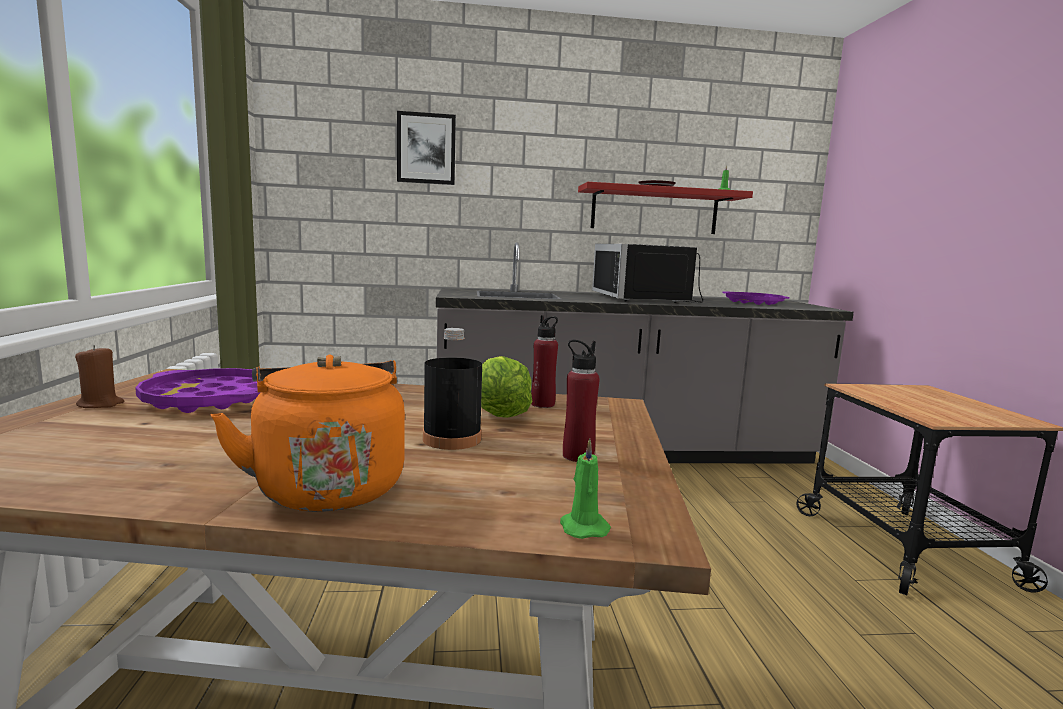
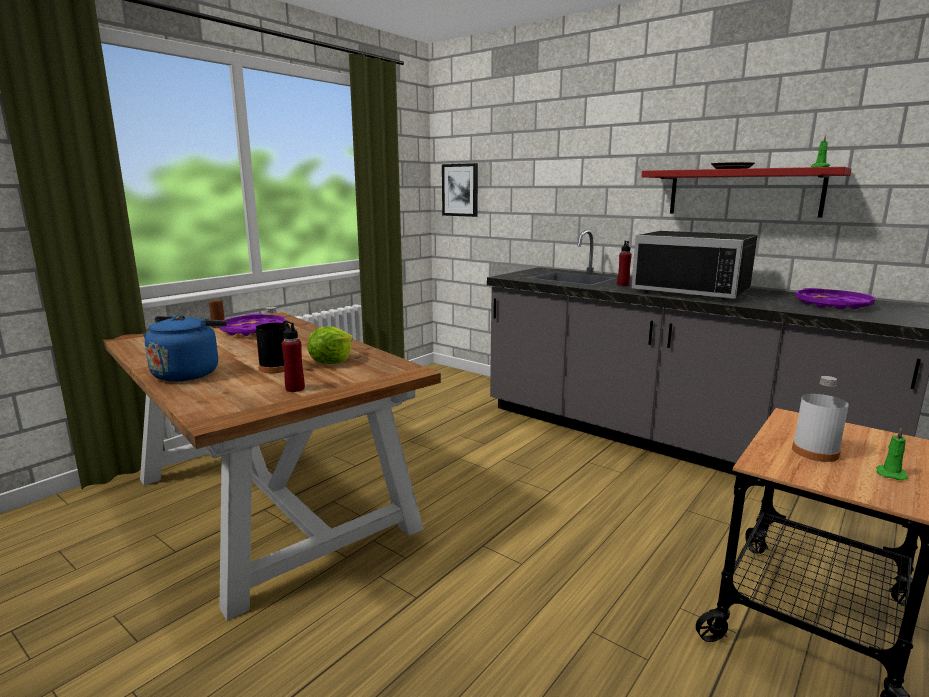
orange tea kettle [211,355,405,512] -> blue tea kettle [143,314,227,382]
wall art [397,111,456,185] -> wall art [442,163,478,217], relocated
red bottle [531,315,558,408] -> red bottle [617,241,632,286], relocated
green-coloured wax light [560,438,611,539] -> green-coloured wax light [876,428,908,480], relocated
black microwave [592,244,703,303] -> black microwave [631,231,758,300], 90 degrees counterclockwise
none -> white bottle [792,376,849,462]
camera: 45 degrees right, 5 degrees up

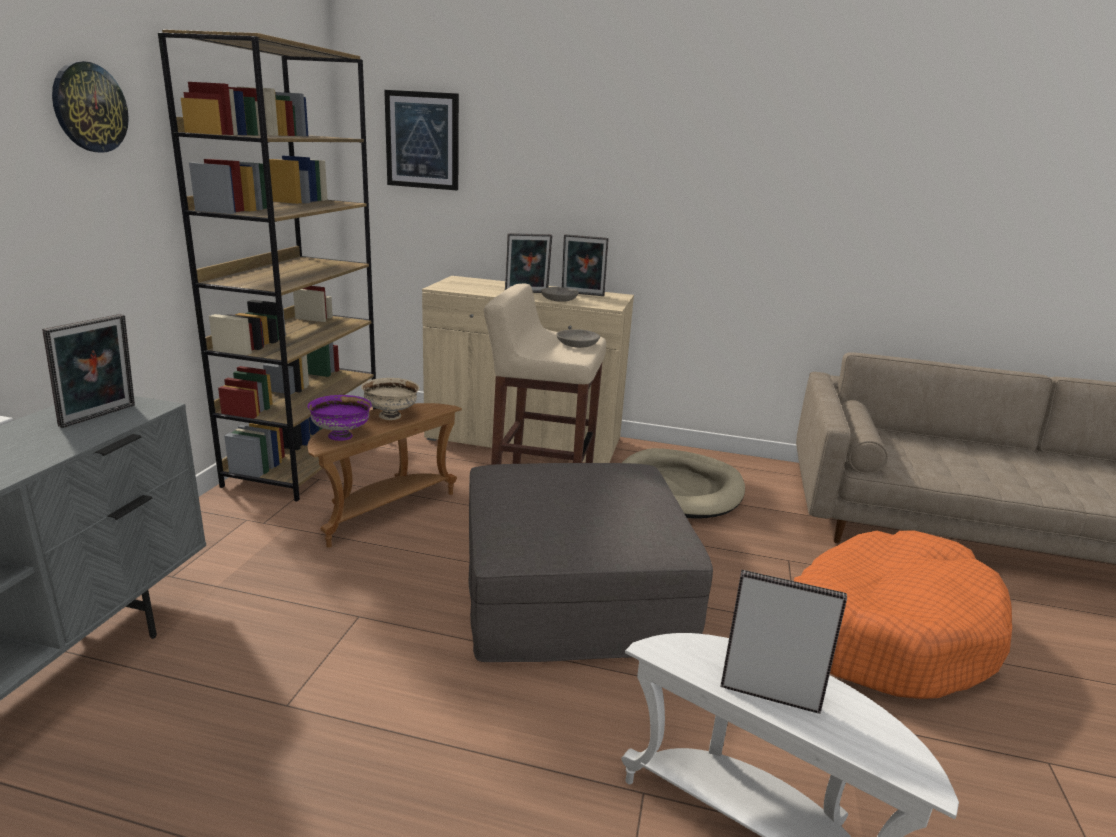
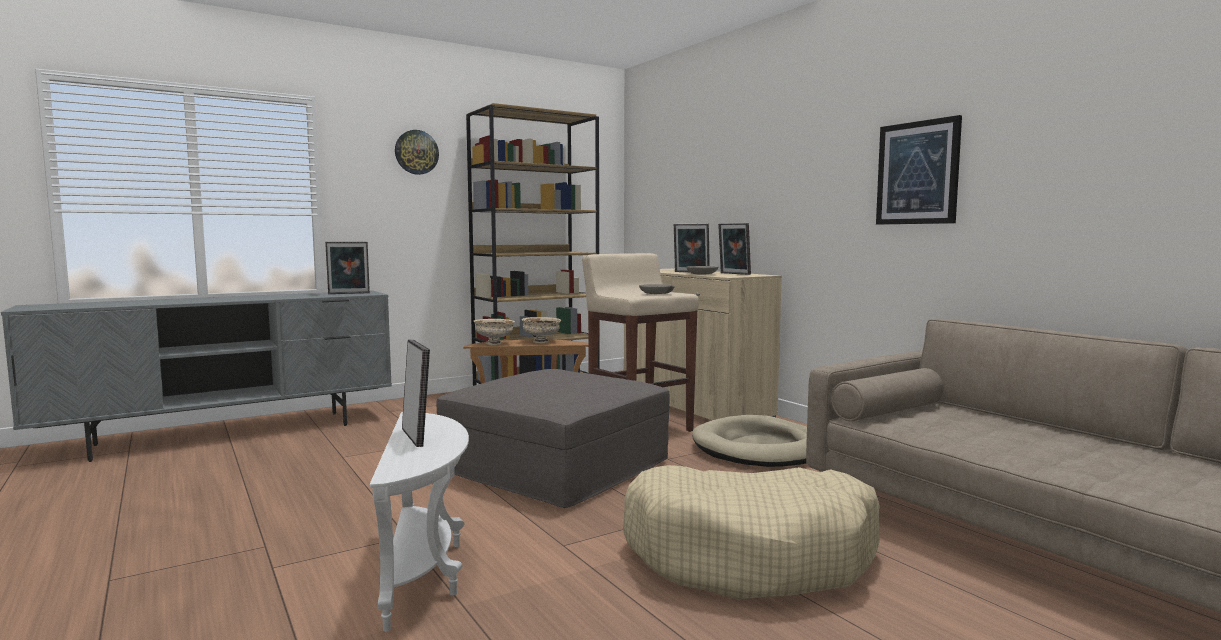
purple bowl [307,395,372,441] -> sand-coloured bowl [474,319,515,345]
wall art [384,90,459,191] -> wall art [876,115,962,225], relocated
orange dog bed [794,530,1012,699] -> sand-coloured dog bed [623,465,880,599]
camera: 45 degrees right, 15 degrees down

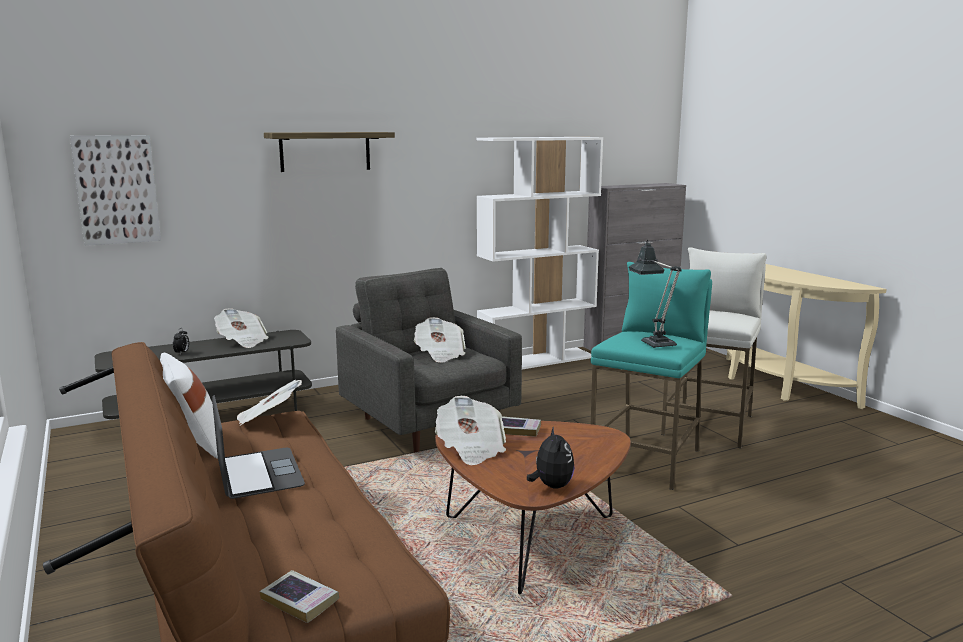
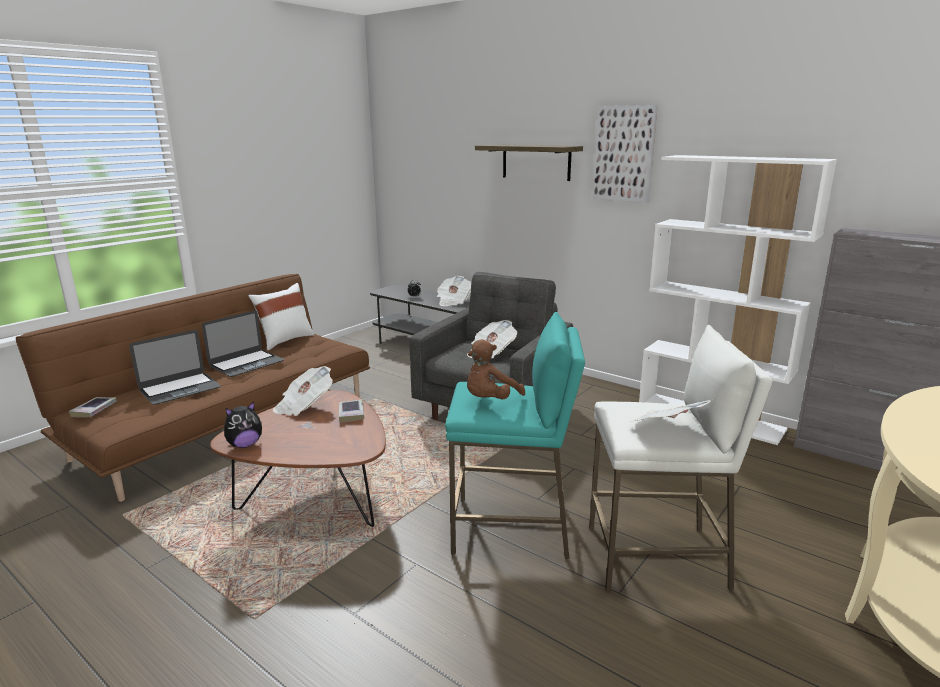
wall art [70,135,161,246] -> wall art [592,105,658,203], relocated
newspaper [237,380,302,426] -> newspaper [630,400,711,422], relocated
table lamp [629,240,681,348] -> brown-coloured cuddly toy [467,339,525,399]
none -> notebook computer [129,330,221,405]
camera: 65 degrees right, 5 degrees up

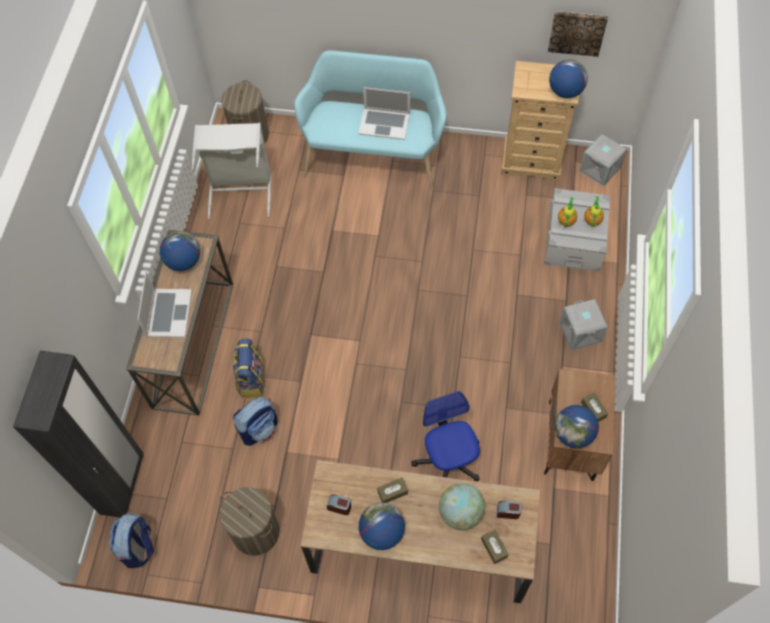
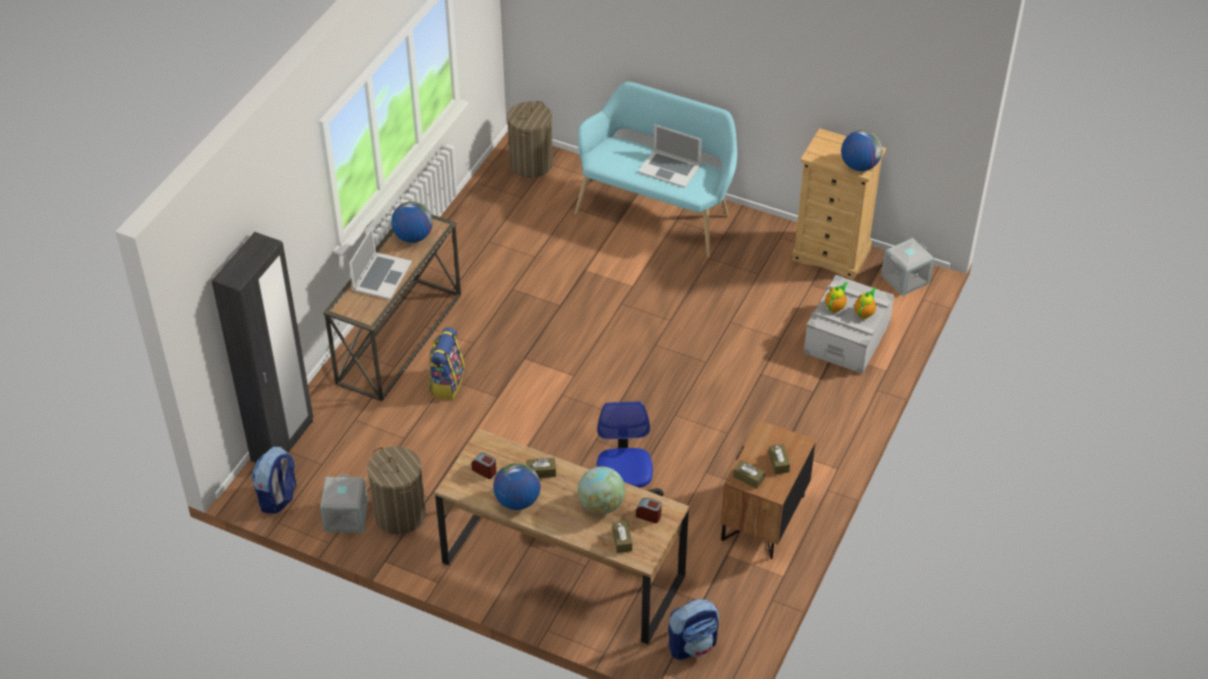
gray washing basket [191,123,271,219] -> none
rucksack [233,397,278,446] -> rucksack [668,599,719,660], relocated
wall art [548,11,608,57] -> none
world globe [555,405,599,448] -> brown-coloured tissue box [733,460,765,489]
gray storage bin [559,299,608,350] -> gray storage bin [320,474,368,533], relocated
camera: 15 degrees right, 15 degrees down

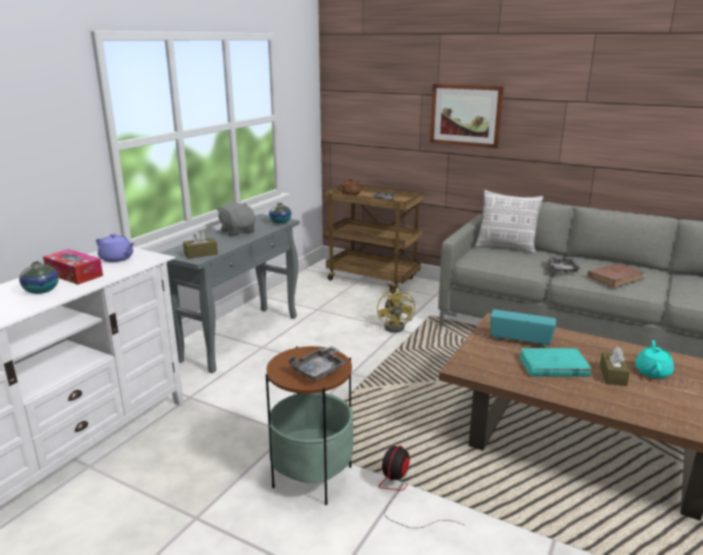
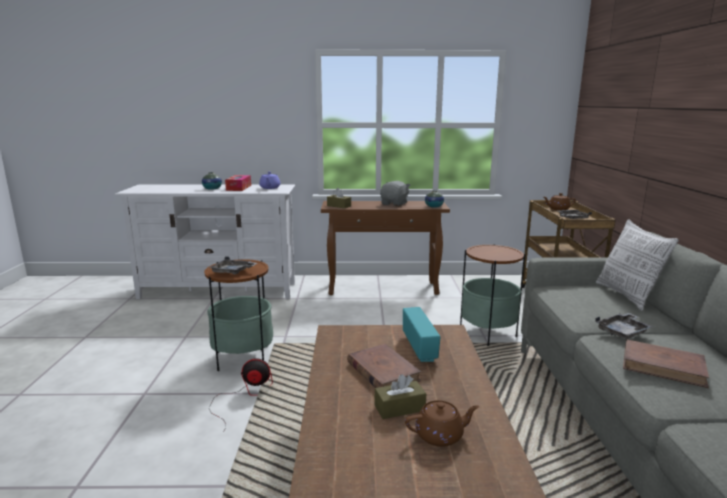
gray narrow table [160,214,300,373] -> brown-coloured narrow table [321,201,450,295]
yellowish electric fan [377,288,415,332] -> end table [460,244,525,346]
wall art [430,84,504,148] -> none
turquoise-coloured bound book [519,348,592,377] -> brown-coloured bound book [347,344,421,388]
turquoise-coloured tea pot [635,340,674,378] -> brown-coloured tea pot [405,400,479,447]
camera: 60 degrees right, 5 degrees down

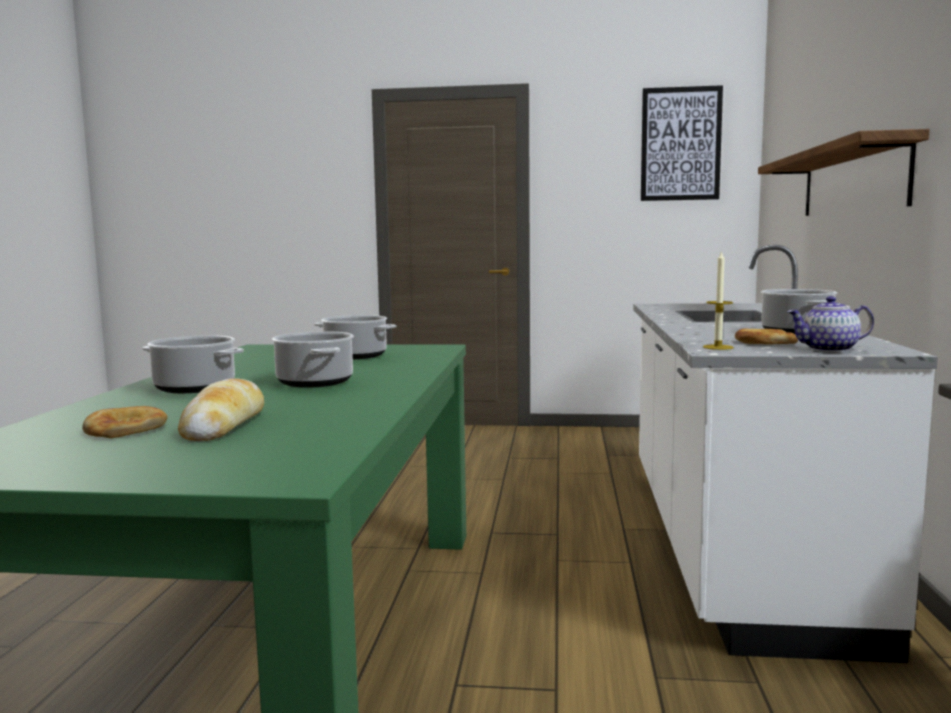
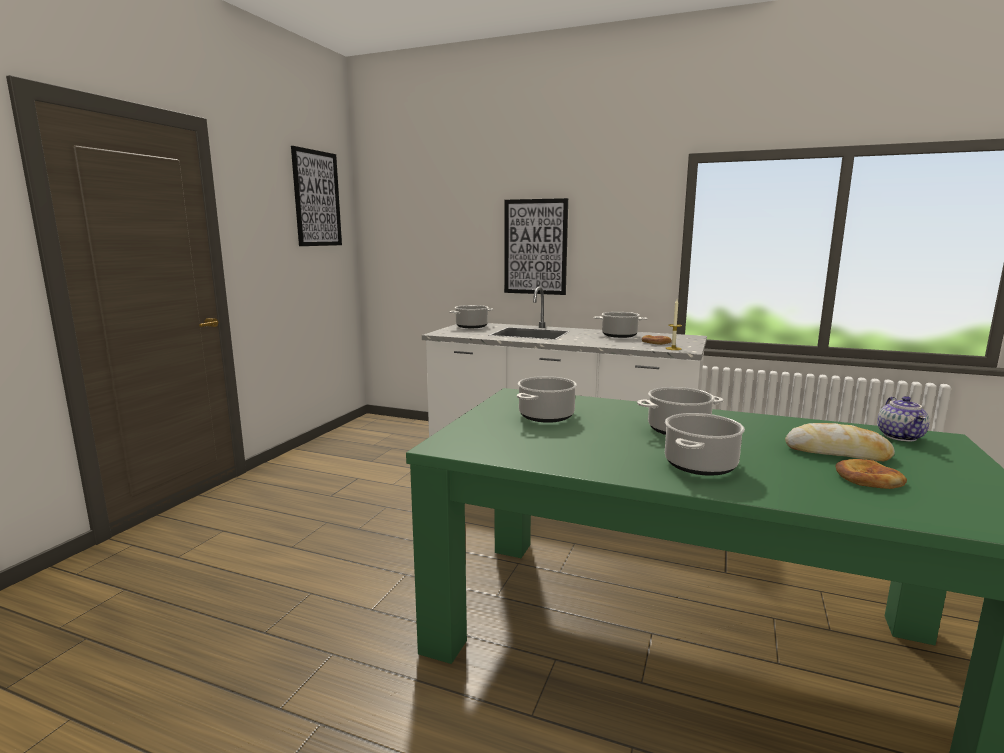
wall shelf [758,129,929,216] -> wall art [504,198,568,295]
tea pot [787,296,874,352] -> tea pot [877,396,929,441], relocated
none -> saucepot [449,305,493,328]
camera: 75 degrees left, 5 degrees up

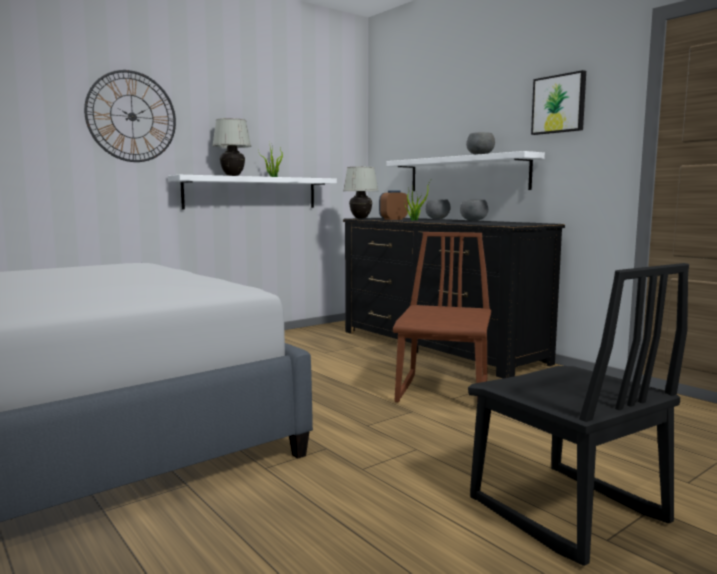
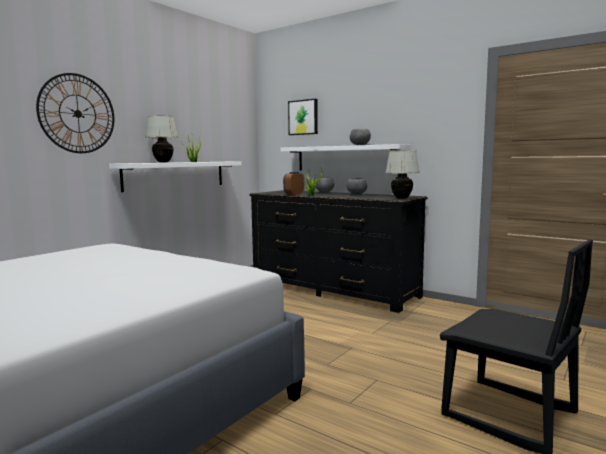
white table lamp [343,167,378,219] -> white table lamp [385,150,420,199], relocated
brown-coloured chair [393,232,491,402] -> none
wall art [531,70,586,135] -> wall art [288,99,318,135], relocated
camera: 15 degrees left, 0 degrees up

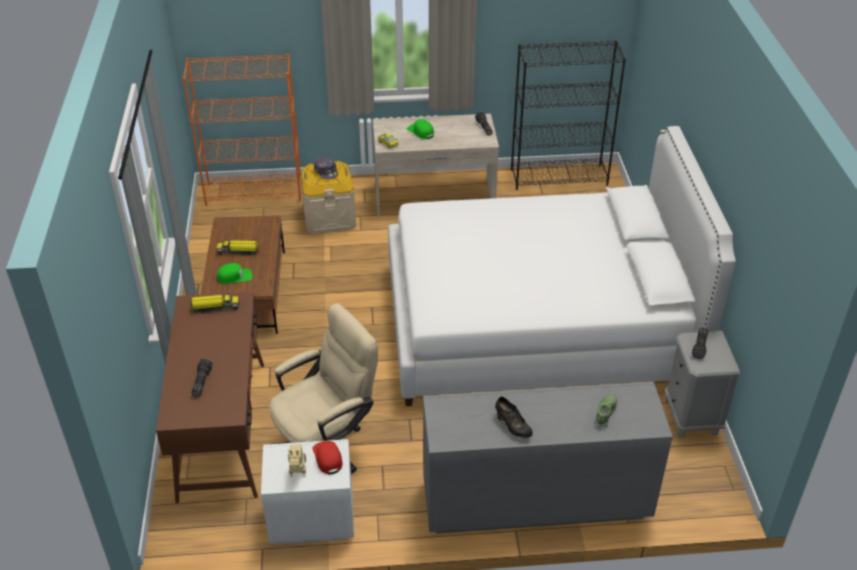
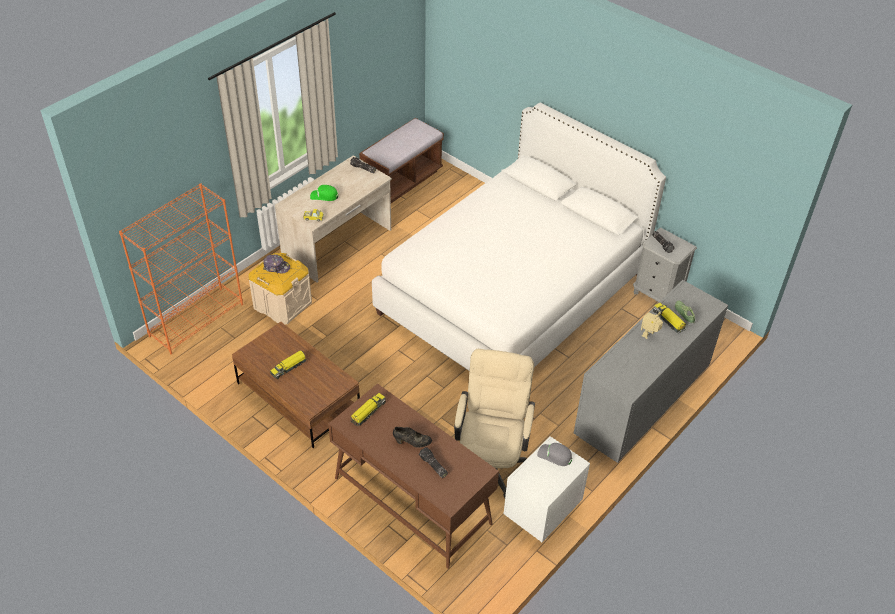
green-coloured baseball cap [217,263,252,284] -> none
model robot [288,445,306,477] -> model robot [641,312,663,339], relocated
red baseball cap [313,441,343,474] -> gray baseball cap [537,443,572,466]
black item of footwear [495,397,532,438] -> black item of footwear [393,427,432,448], relocated
black bookcase [511,41,626,190] -> brown-coloured bench [359,118,444,203]
none -> model truck [653,303,686,333]
camera: 45 degrees left, 5 degrees up

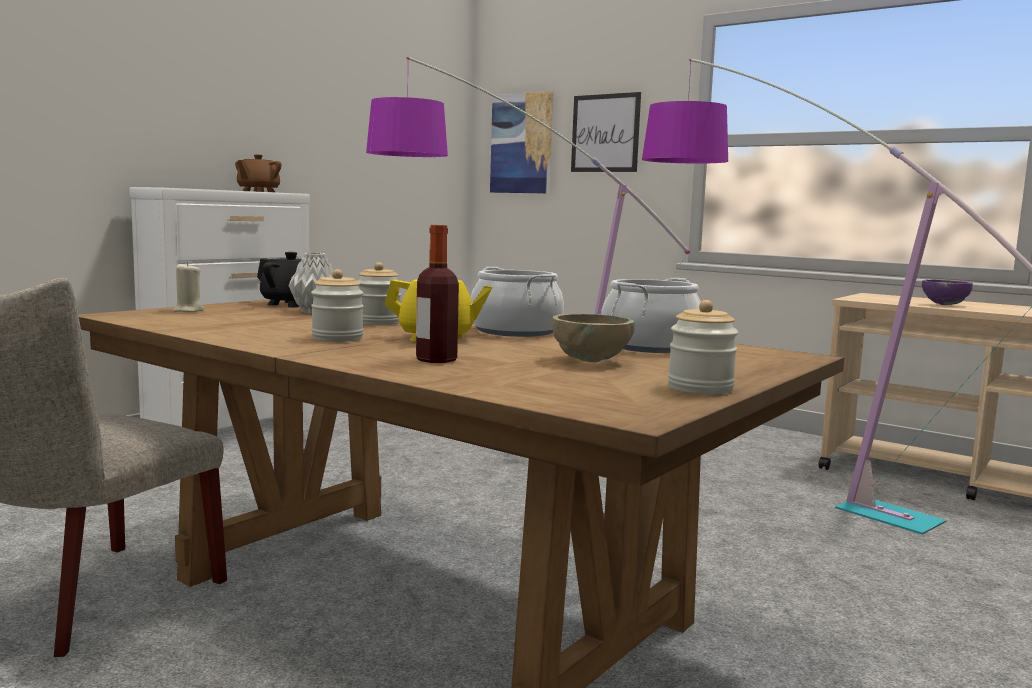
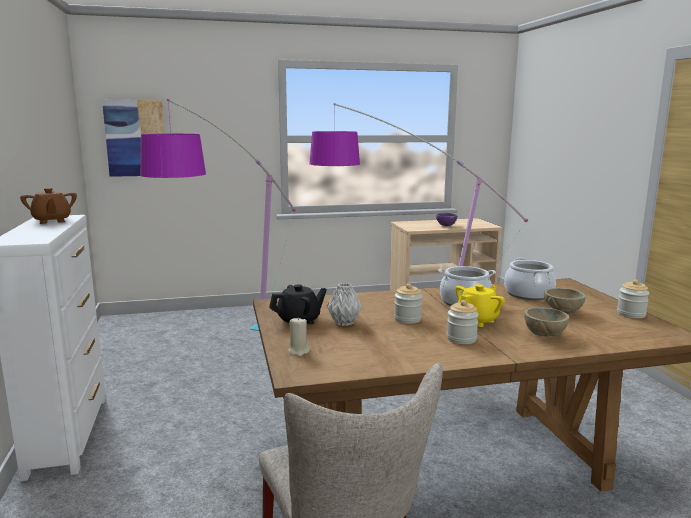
bottle [416,225,459,363] -> sand-coloured bowl [524,307,569,337]
wall art [571,92,641,172] -> none
camera: 50 degrees left, 5 degrees up

